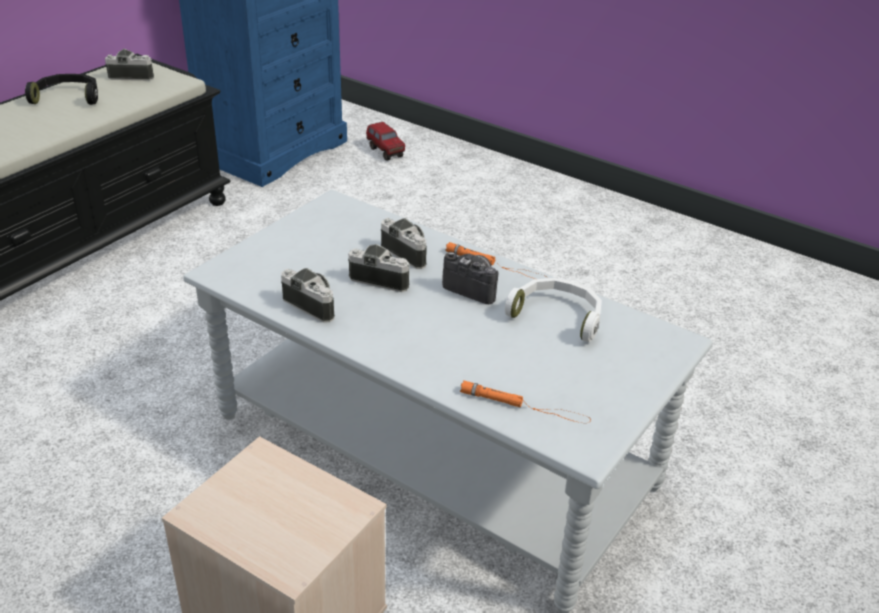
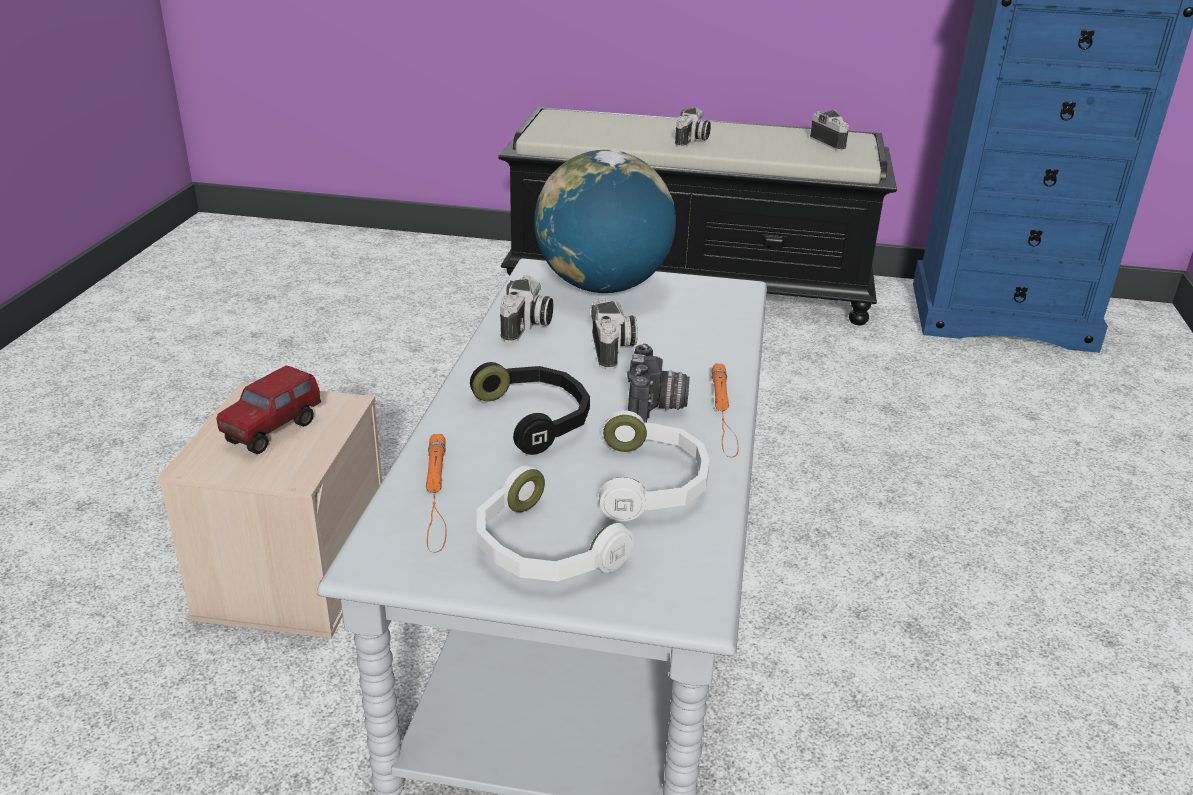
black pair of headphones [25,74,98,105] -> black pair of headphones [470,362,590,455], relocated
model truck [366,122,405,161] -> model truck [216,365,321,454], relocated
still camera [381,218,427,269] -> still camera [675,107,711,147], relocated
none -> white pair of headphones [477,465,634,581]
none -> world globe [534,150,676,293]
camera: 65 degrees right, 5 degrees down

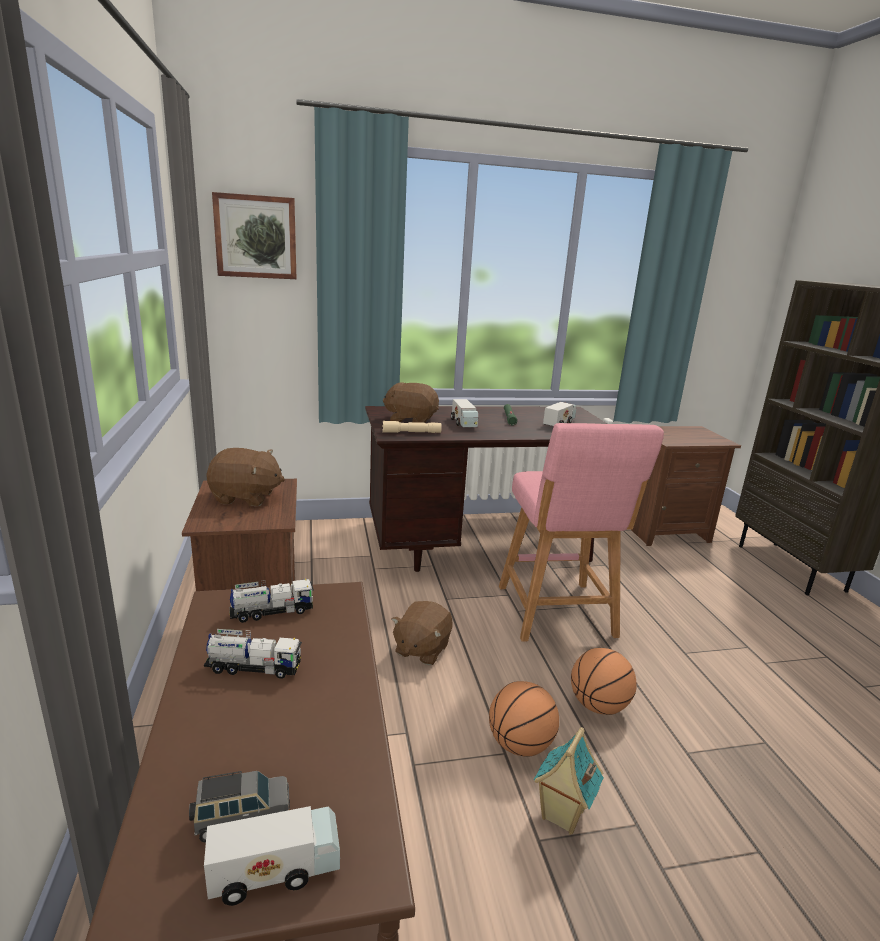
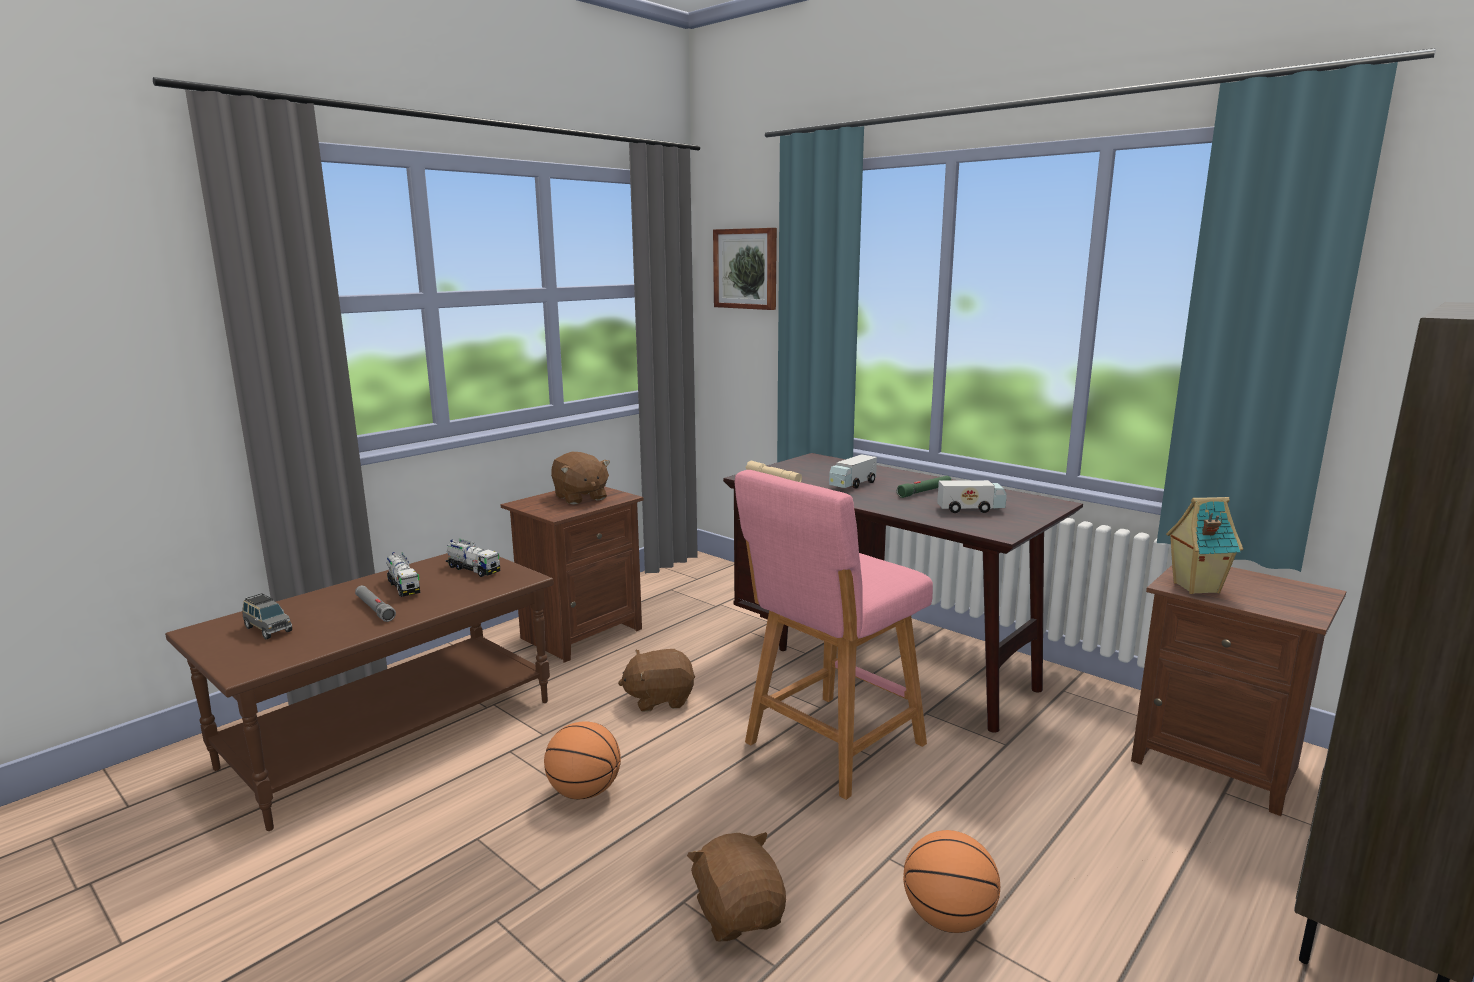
model truck [204,806,340,906] -> none
brown-coloured cuddly toy [383,382,439,423] -> brown-coloured cuddly toy [687,832,786,941], relocated
model house [534,727,604,835] -> model house [1166,497,1243,594], relocated
basketball [571,648,637,715] -> basketball [903,830,1000,933], relocated
none -> gray flashlight [355,586,396,622]
camera: 55 degrees right, 5 degrees down

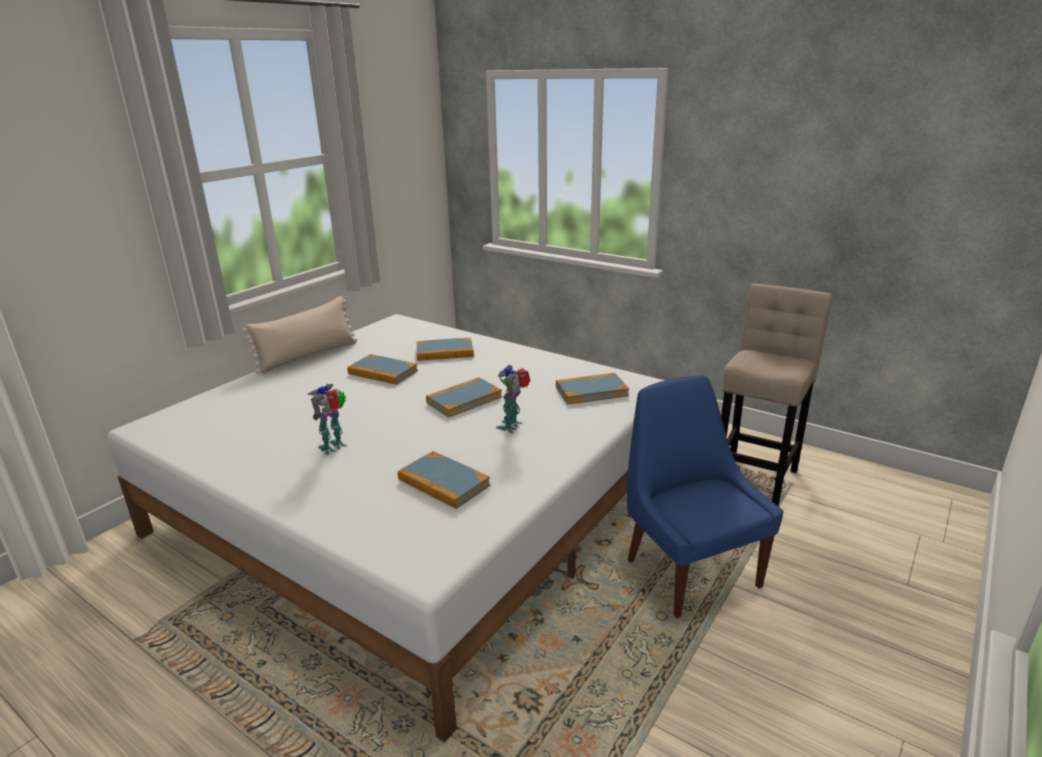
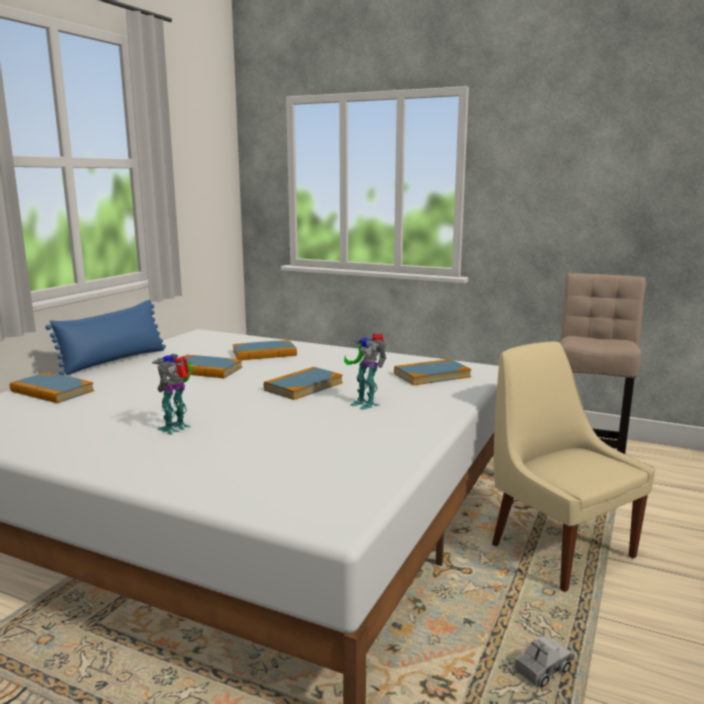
sand-coloured cushion [242,296,357,374] -> blue cushion [45,300,166,375]
bound book [398,451,490,509] -> bound book [10,372,94,403], relocated
model robot [496,365,531,433] -> model robot [344,334,387,410], 60 degrees counterclockwise
blue chair [627,376,784,618] -> sand-coloured chair [492,341,655,592]
none -> model truck [514,636,572,688]
camera: 10 degrees left, 10 degrees down

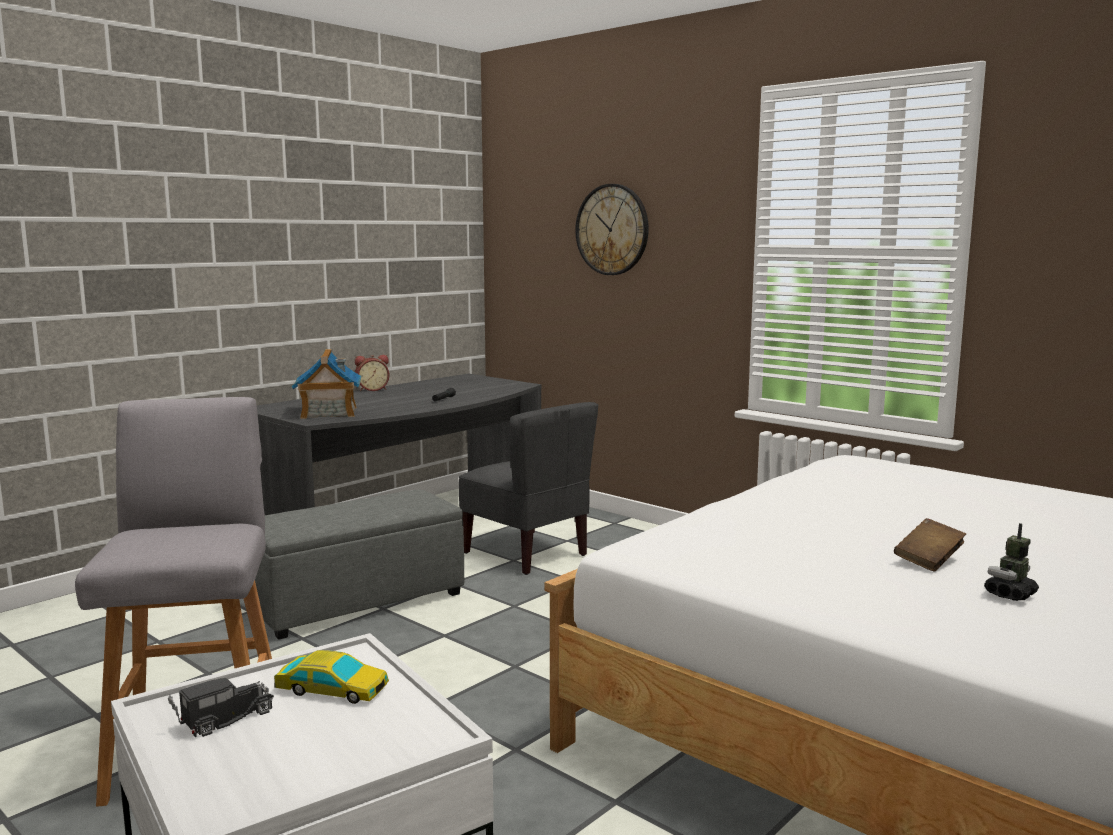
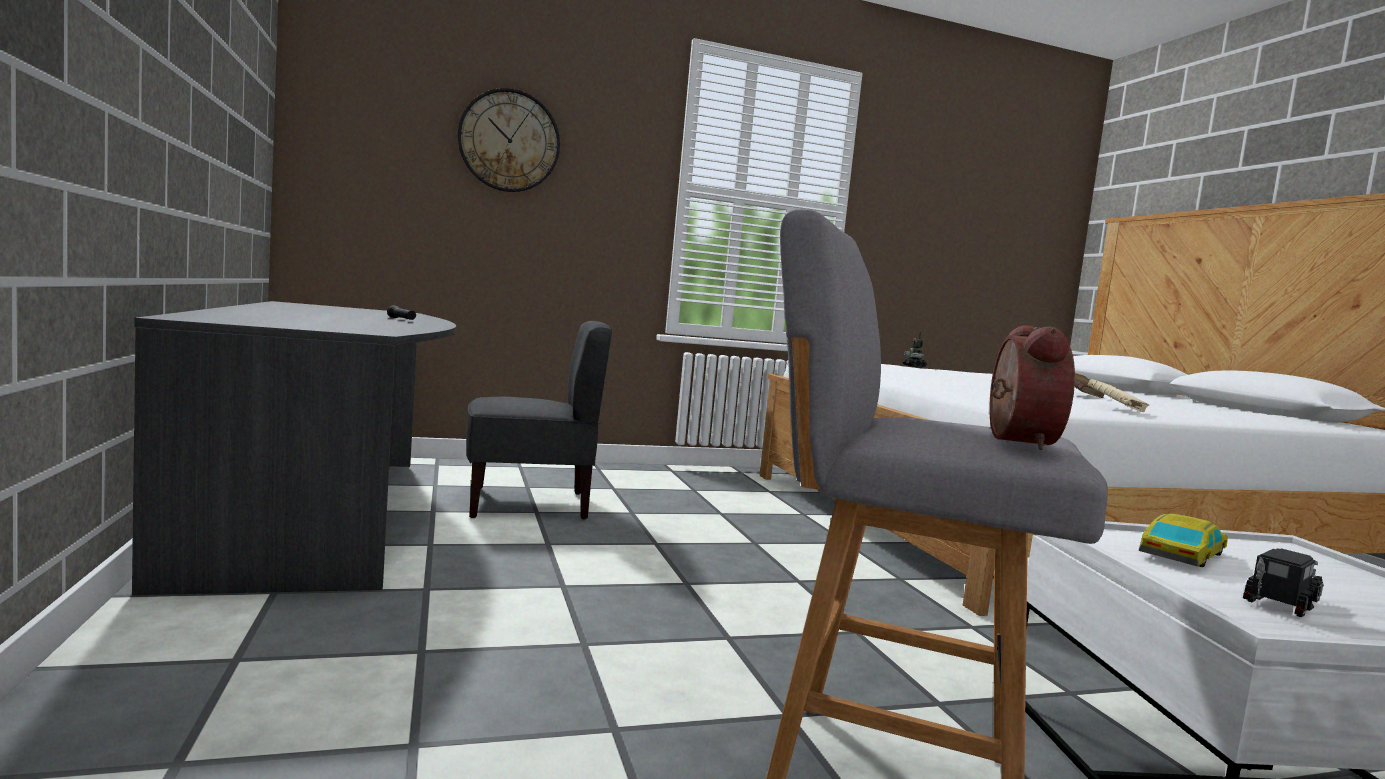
model truck [168,678,274,737] -> model truck [1243,548,1324,617], 60 degrees clockwise
gray footrest [255,490,464,640] -> none
model house [292,349,361,419] -> none
alarm clock [355,355,389,391] -> alarm clock [989,325,1075,450], relocated
model robot [984,523,1039,601] -> model robot [902,331,927,368], relocated
none -> sand-coloured bound book [1088,379,1149,412]
camera: 60 degrees left, 5 degrees down

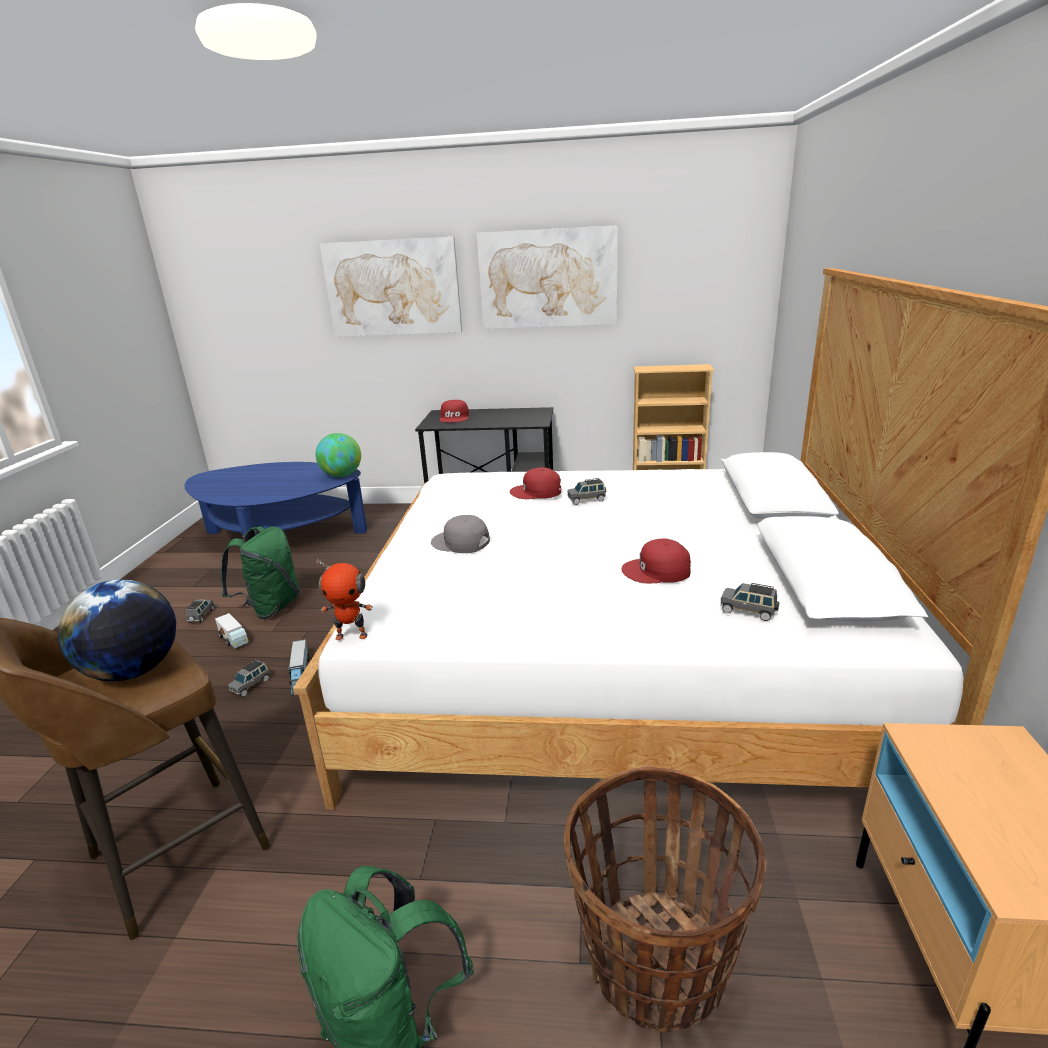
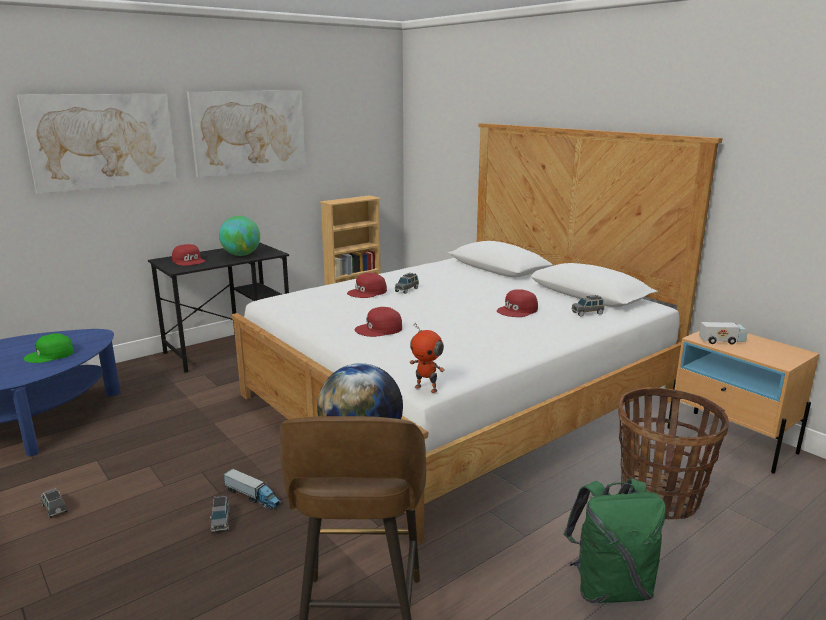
model truck [215,613,249,649] -> model truck [699,322,747,345], relocated
green-coloured rucksack [221,526,300,619] -> none
world globe [316,433,361,477] -> world globe [219,216,260,256], relocated
model robot [316,559,373,640] -> model robot [410,322,445,393], 75 degrees clockwise
gray baseball cap [431,515,490,553] -> red baseball cap [355,307,402,337]
none -> green-coloured baseball cap [24,334,74,363]
camera: 45 degrees left, 5 degrees down

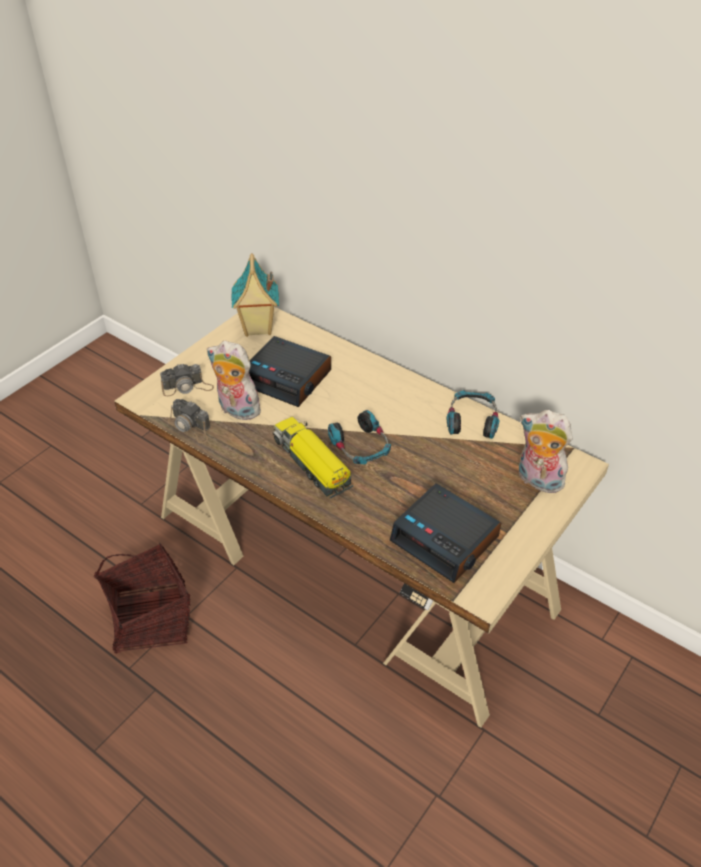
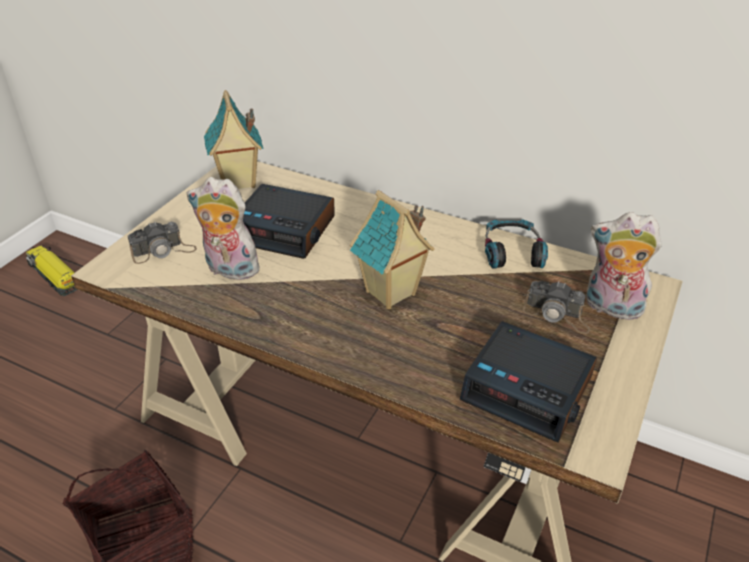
still camera [168,399,211,443] -> still camera [523,281,590,334], relocated
model truck [273,417,353,499] -> model truck [26,245,77,297], relocated
pair of headphones [328,410,391,464] -> model house [350,190,434,309]
camera: 10 degrees left, 5 degrees down

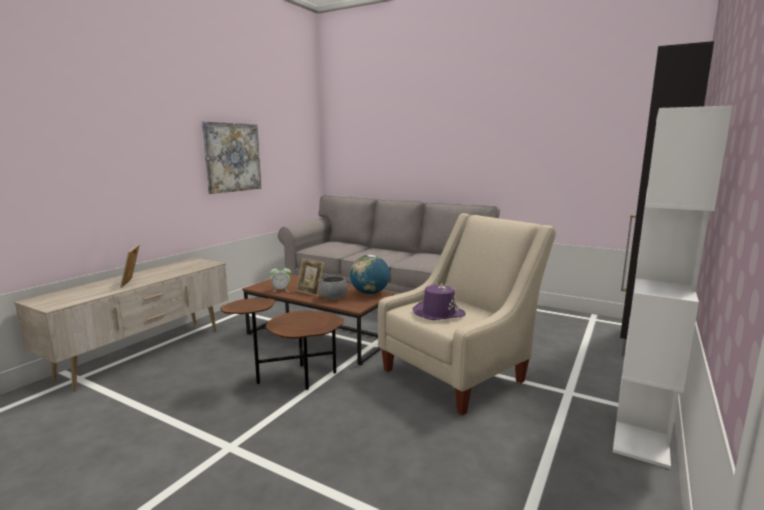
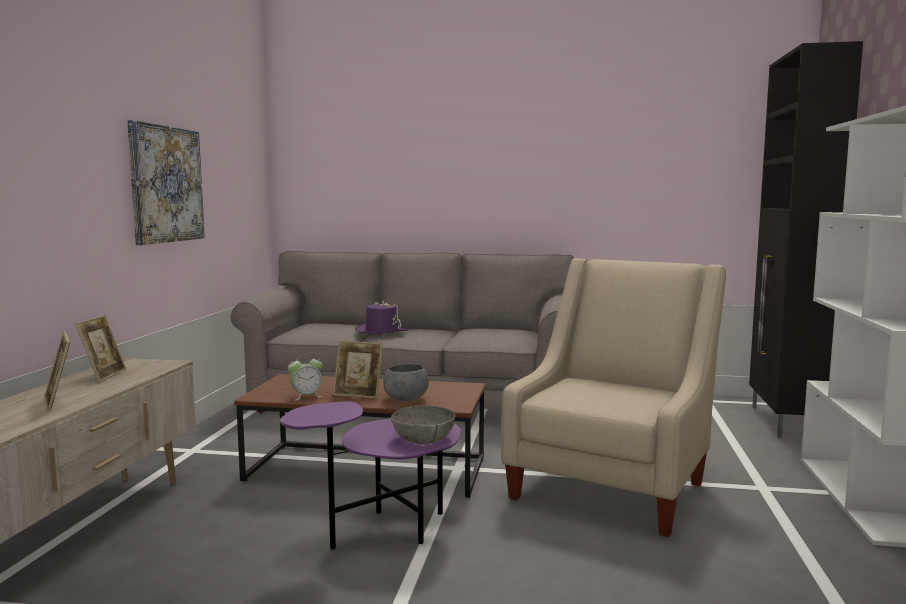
brown-coloured end table [220,298,344,390] -> purple end table [280,402,461,550]
world globe [350,255,390,294] -> none
purple clothing hat [412,283,466,320] -> purple clothing hat [355,300,408,335], relocated
none -> picture frame [75,315,126,382]
none -> gray bowl [391,405,455,444]
camera: 20 degrees left, 5 degrees down

